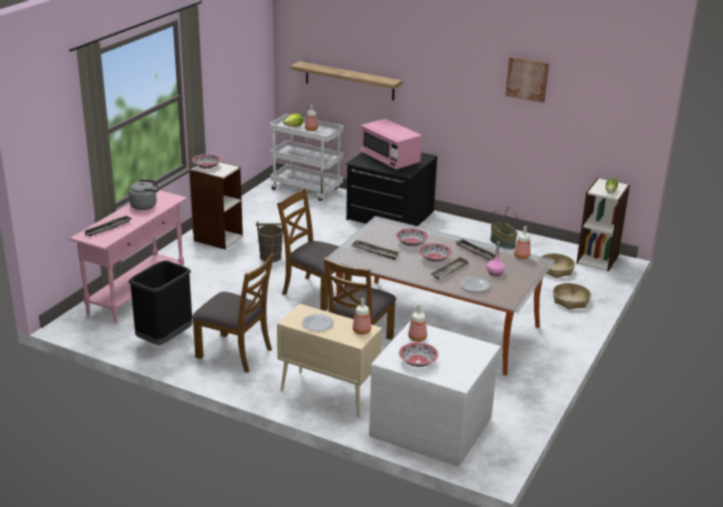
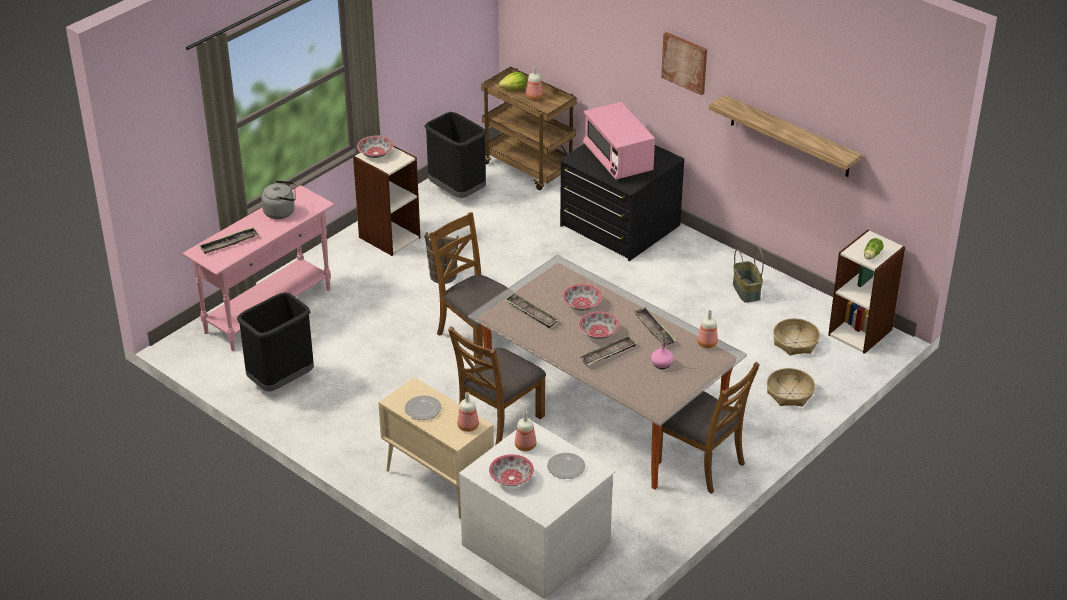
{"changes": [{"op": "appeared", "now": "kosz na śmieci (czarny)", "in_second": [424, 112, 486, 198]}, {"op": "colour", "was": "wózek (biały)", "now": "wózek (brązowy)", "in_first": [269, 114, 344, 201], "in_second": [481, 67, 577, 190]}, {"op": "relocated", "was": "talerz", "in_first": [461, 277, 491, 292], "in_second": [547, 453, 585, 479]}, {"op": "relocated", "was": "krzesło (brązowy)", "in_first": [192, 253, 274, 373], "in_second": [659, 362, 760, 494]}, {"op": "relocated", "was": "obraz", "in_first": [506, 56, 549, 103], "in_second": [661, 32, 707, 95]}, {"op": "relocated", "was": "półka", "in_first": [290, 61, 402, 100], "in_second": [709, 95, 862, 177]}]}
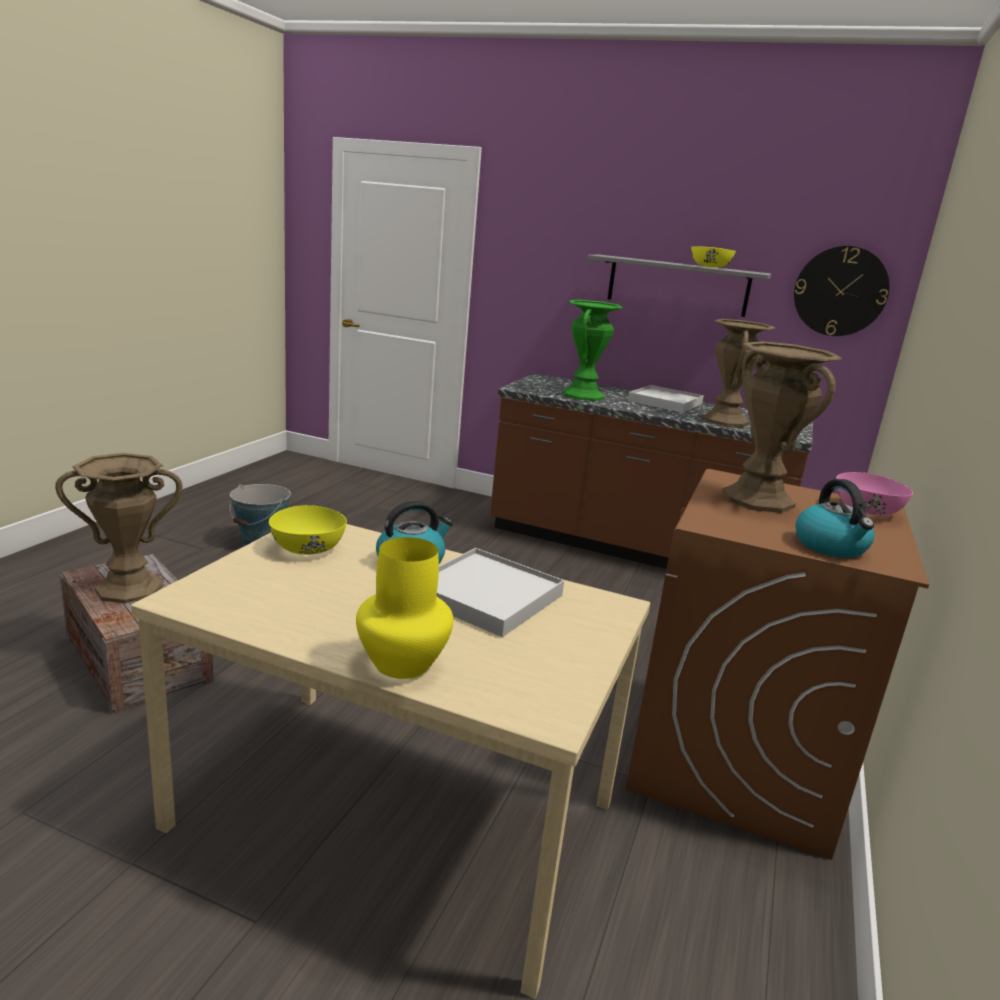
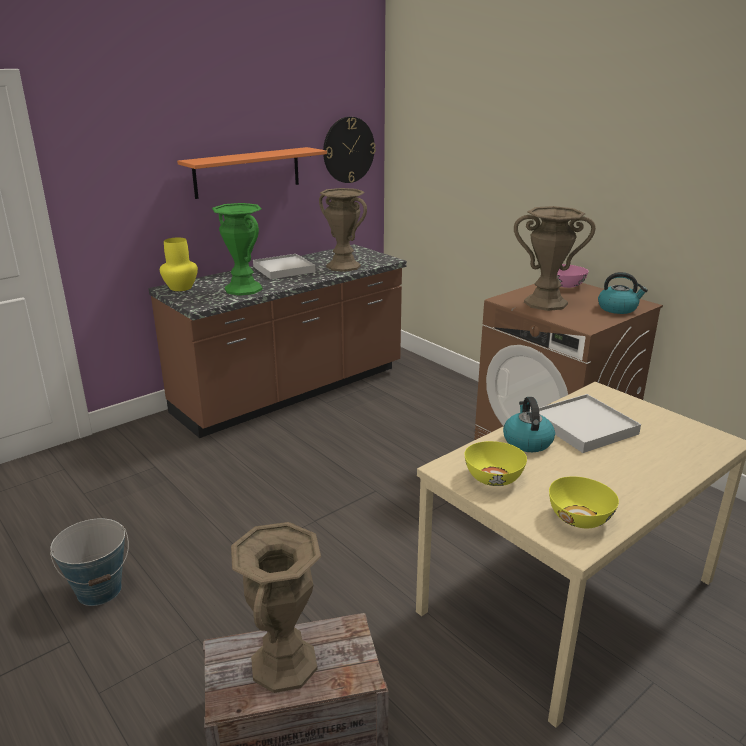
{"changes": [{"op": "relocated", "was": "wazon (żółty)", "in_first": [356, 537, 453, 679], "in_second": [160, 238, 198, 291]}, {"op": "colour", "was": "półka (szary)", "now": "półka (pomarańczowy)", "in_first": [588, 255, 771, 317], "in_second": [177, 147, 327, 199]}, {"op": "relocated", "was": "miska (żółty)", "in_first": [691, 246, 736, 268], "in_second": [549, 476, 619, 528]}]}
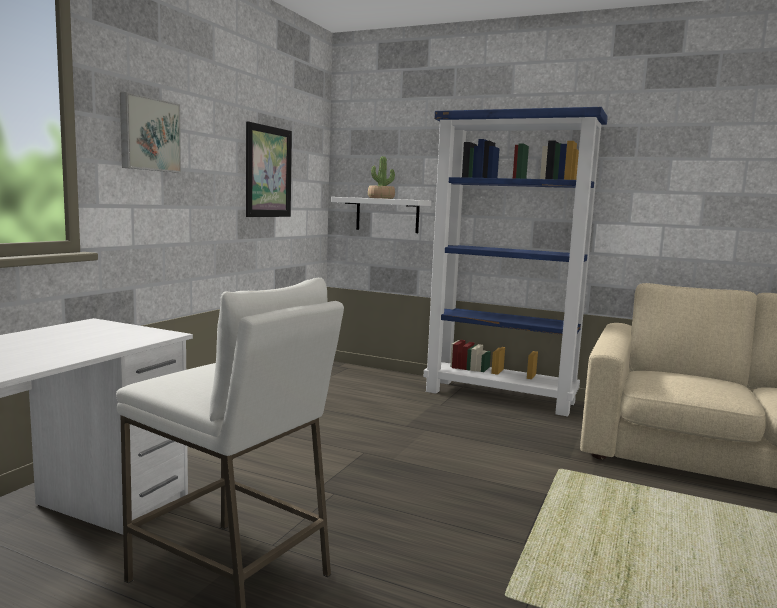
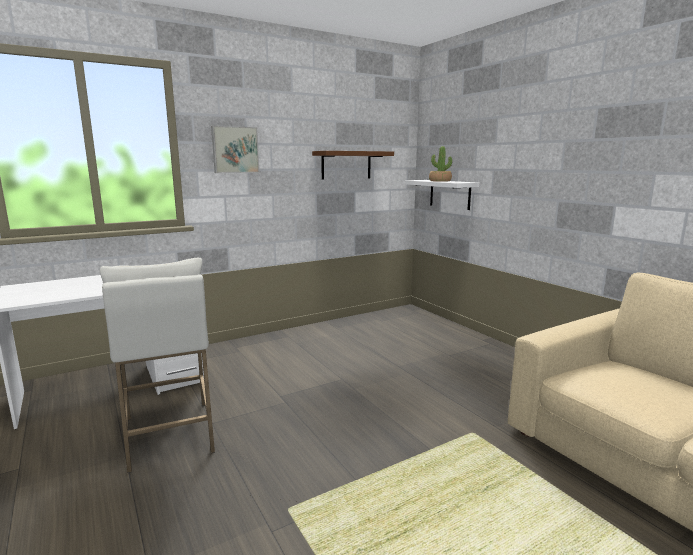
{"changes": [{"op": "exchanged", "was": "obraz", "now": "półka (brązowy)", "in_first": [246, 121, 292, 217], "in_second": [312, 151, 394, 179]}, {"op": "missing", "was": "regał (niebieski)", "in_first": [424, 107, 608, 416]}]}
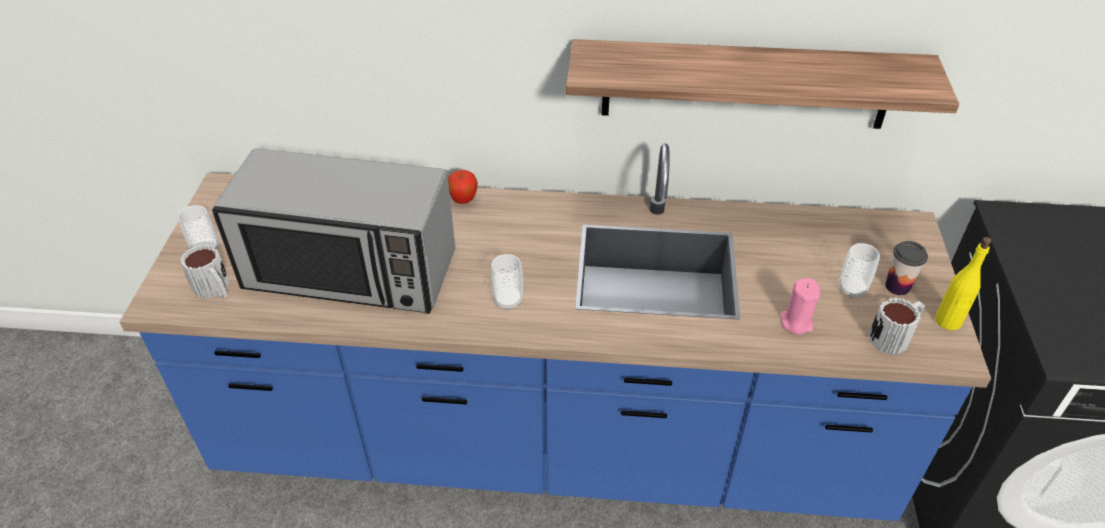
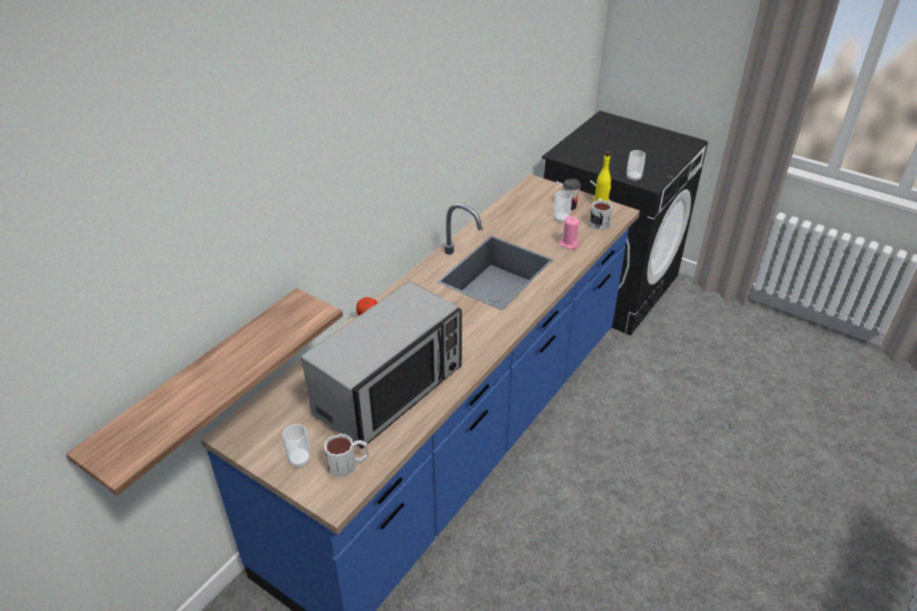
{"changes": [{"op": "relocated", "was": "półka", "in_first": [566, 39, 959, 129], "in_second": [66, 288, 343, 496]}, {"op": "relocated", "was": "filiżanka", "in_first": [491, 254, 523, 310], "in_second": [626, 150, 645, 181]}]}
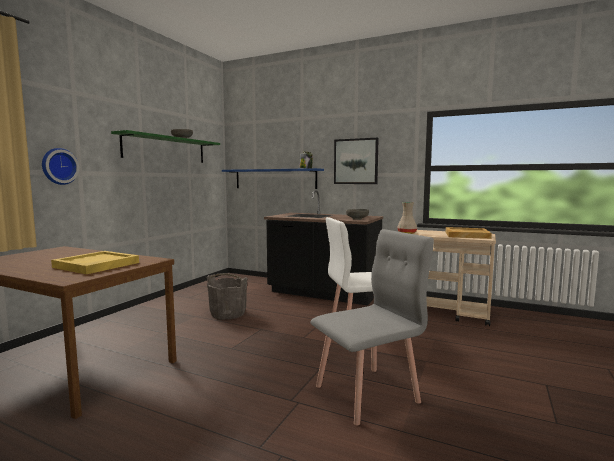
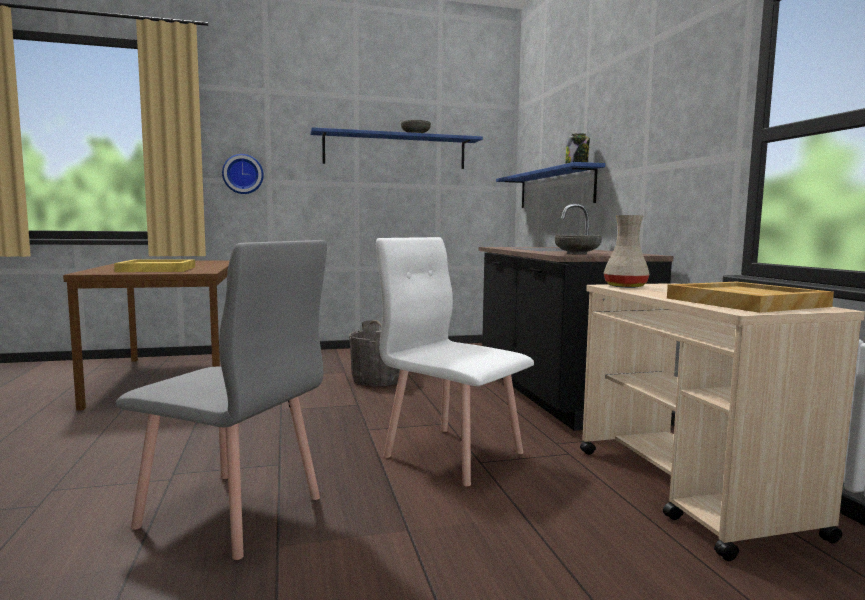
{"changes": [{"op": "colour", "was": "półka (zielony)", "now": "półka (niebieski)", "in_first": [111, 130, 220, 163], "in_second": [310, 127, 483, 169]}, {"op": "missing", "was": "obraz", "in_first": [334, 138, 379, 184]}]}
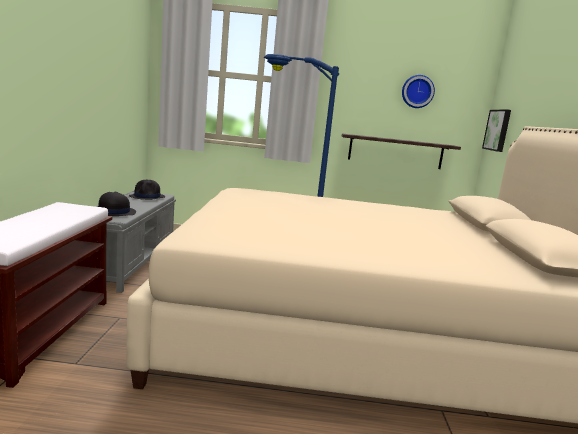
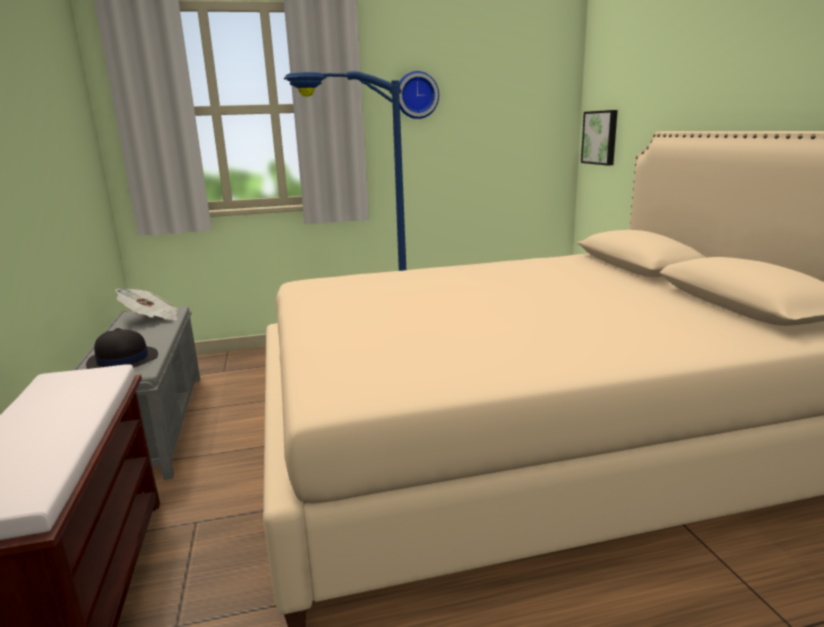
{"changes": [{"op": "exchanged", "was": "kapelusz (czarny)", "now": "gazeta", "in_first": [129, 180, 165, 200], "in_second": [115, 289, 178, 320]}, {"op": "relocated", "was": "zegar ścienny", "in_first": [402, 75, 435, 108], "in_second": [399, 71, 439, 119]}, {"op": "missing", "was": "półka", "in_first": [342, 134, 461, 169]}]}
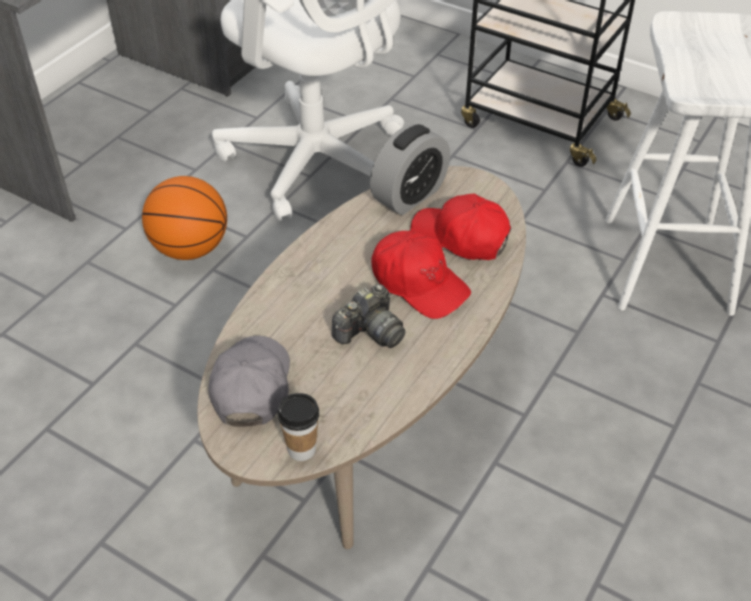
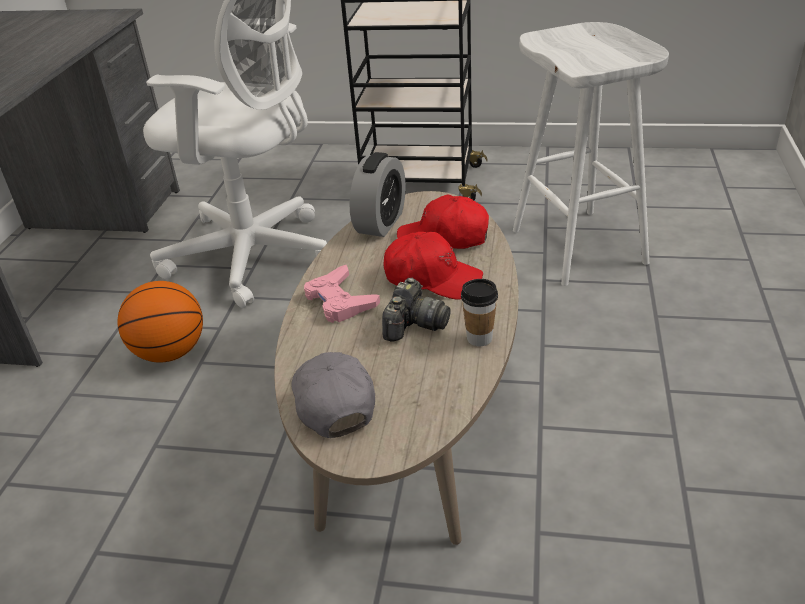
{"changes": [{"op": "appeared", "now": "pad do gier (różowy)", "in_second": [304, 265, 380, 323]}, {"op": "relocated", "was": "filiżanka", "in_first": [278, 393, 319, 461], "in_second": [461, 279, 498, 346]}]}
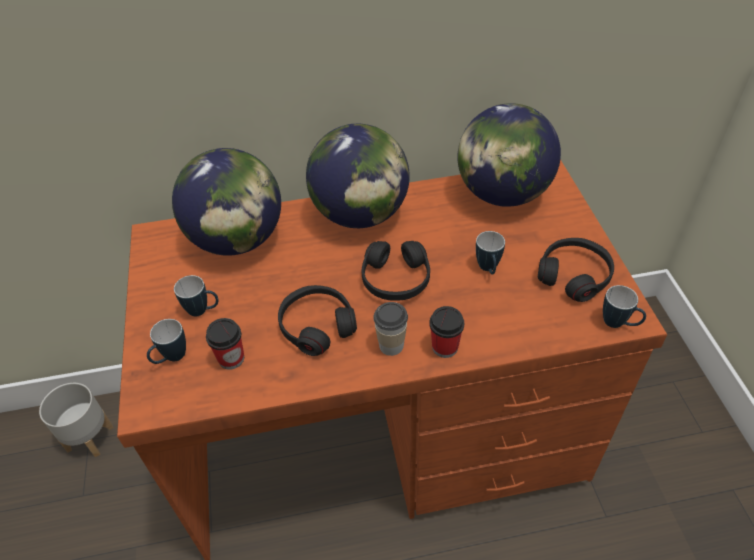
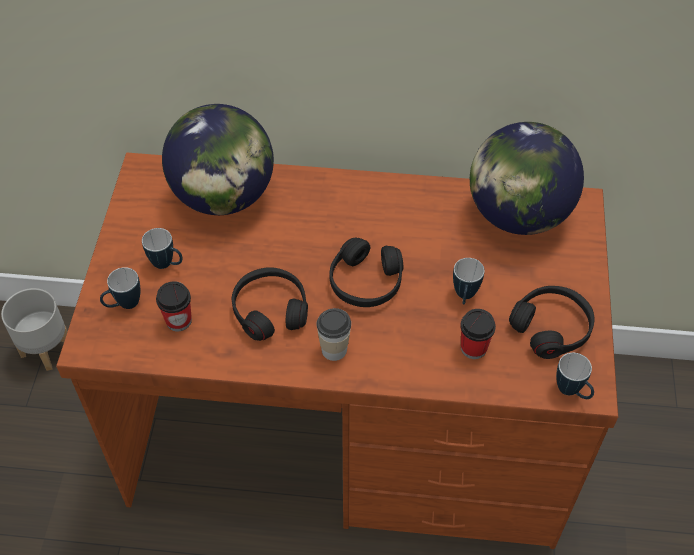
{"changes": [{"op": "relocated", "was": "filiżanka", "in_first": [429, 306, 464, 358], "in_second": [460, 309, 496, 359]}, {"op": "missing", "was": "globus", "in_first": [306, 124, 410, 228]}]}
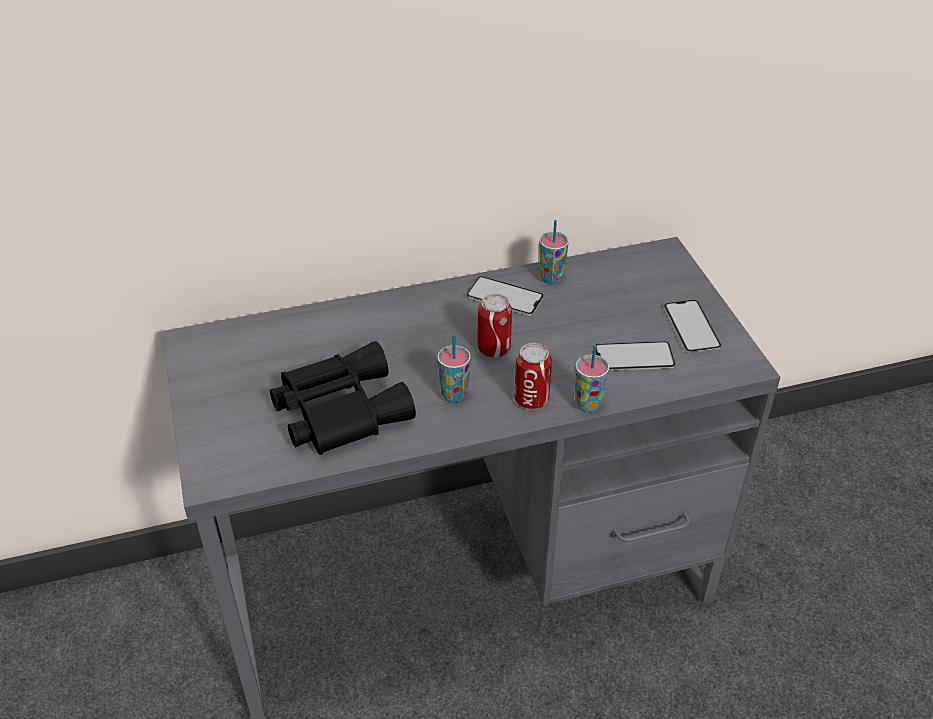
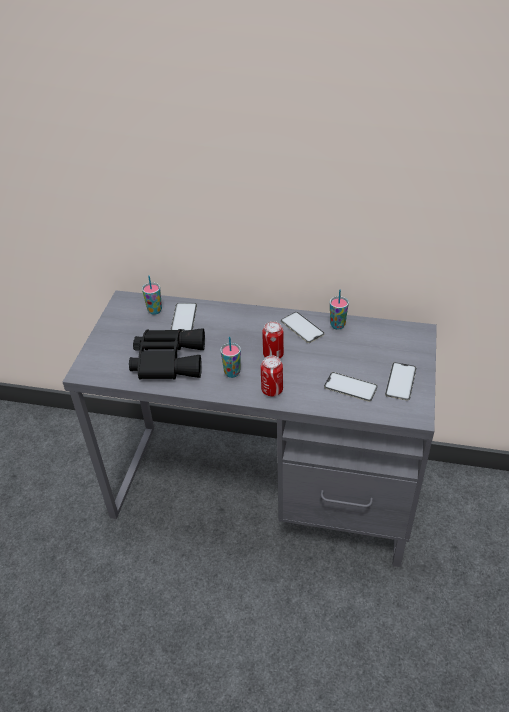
{"changes": [{"op": "relocated", "was": "filiżanka", "in_first": [575, 345, 609, 413], "in_second": [142, 276, 162, 315]}, {"op": "appeared", "now": "telefon", "in_second": [171, 303, 197, 332]}]}
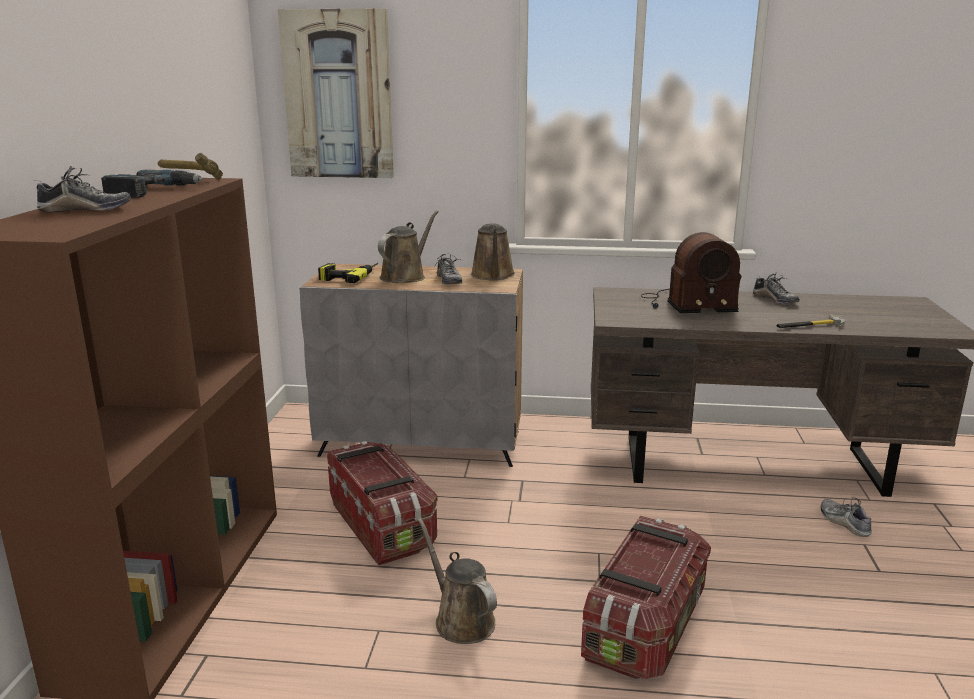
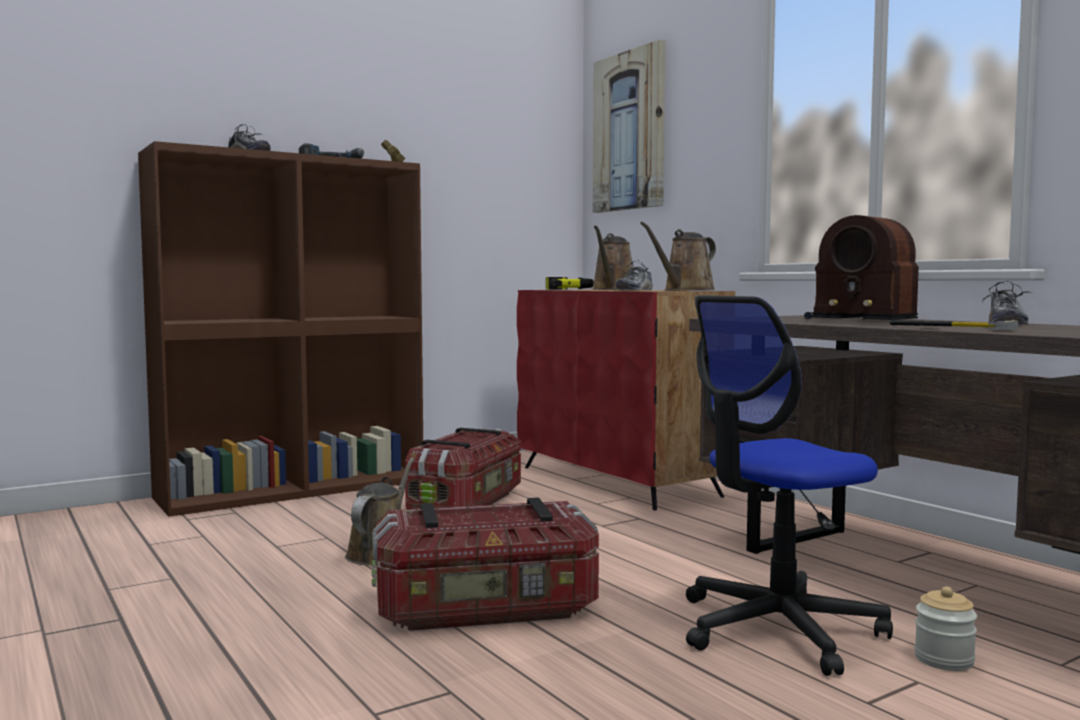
{"changes": [{"op": "colour", "was": "szafka (szary)", "now": "szafka (czerwony)", "in_first": [299, 264, 523, 467], "in_second": [517, 290, 735, 510]}, {"op": "spun", "was": "konewka (brązowy)", "in_first": [378, 210, 439, 283], "in_second": [592, 226, 633, 290], "clockwise": 120}, {"op": "appeared", "now": "krzesło biurowe", "in_second": [686, 295, 893, 676]}, {"op": "exchanged", "was": "but", "now": "słoik", "in_first": [821, 497, 872, 537], "in_second": [914, 586, 977, 671]}]}
